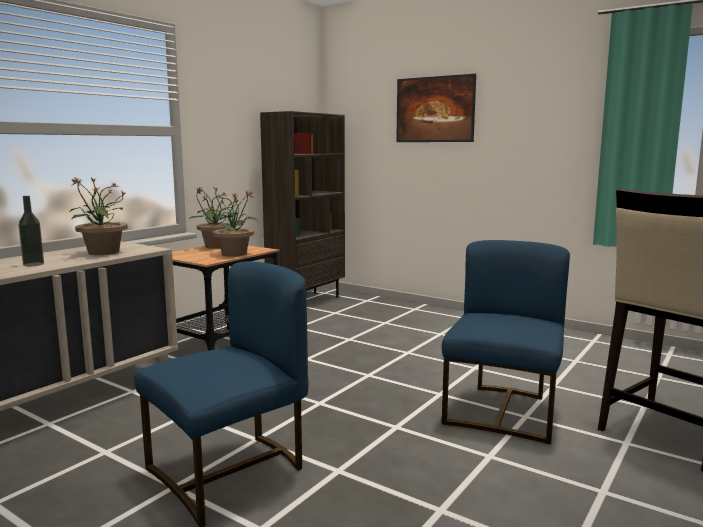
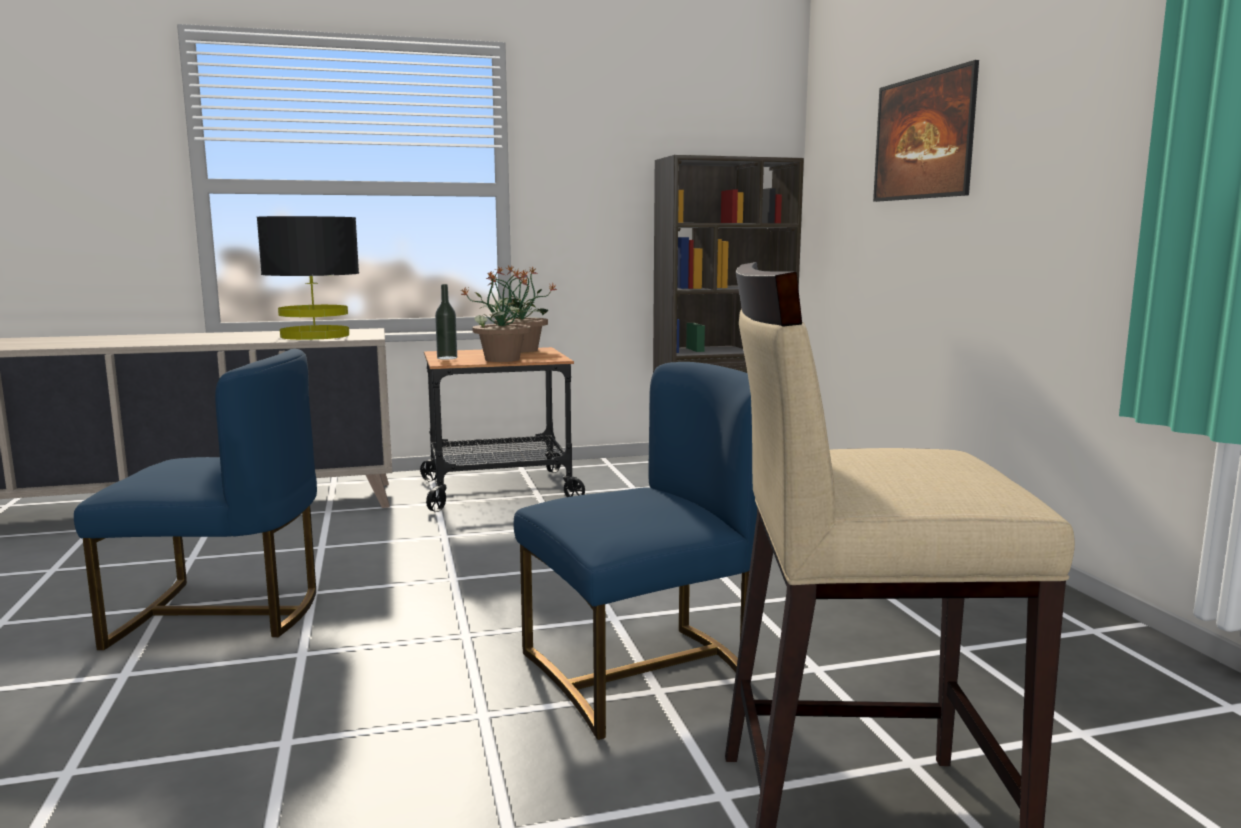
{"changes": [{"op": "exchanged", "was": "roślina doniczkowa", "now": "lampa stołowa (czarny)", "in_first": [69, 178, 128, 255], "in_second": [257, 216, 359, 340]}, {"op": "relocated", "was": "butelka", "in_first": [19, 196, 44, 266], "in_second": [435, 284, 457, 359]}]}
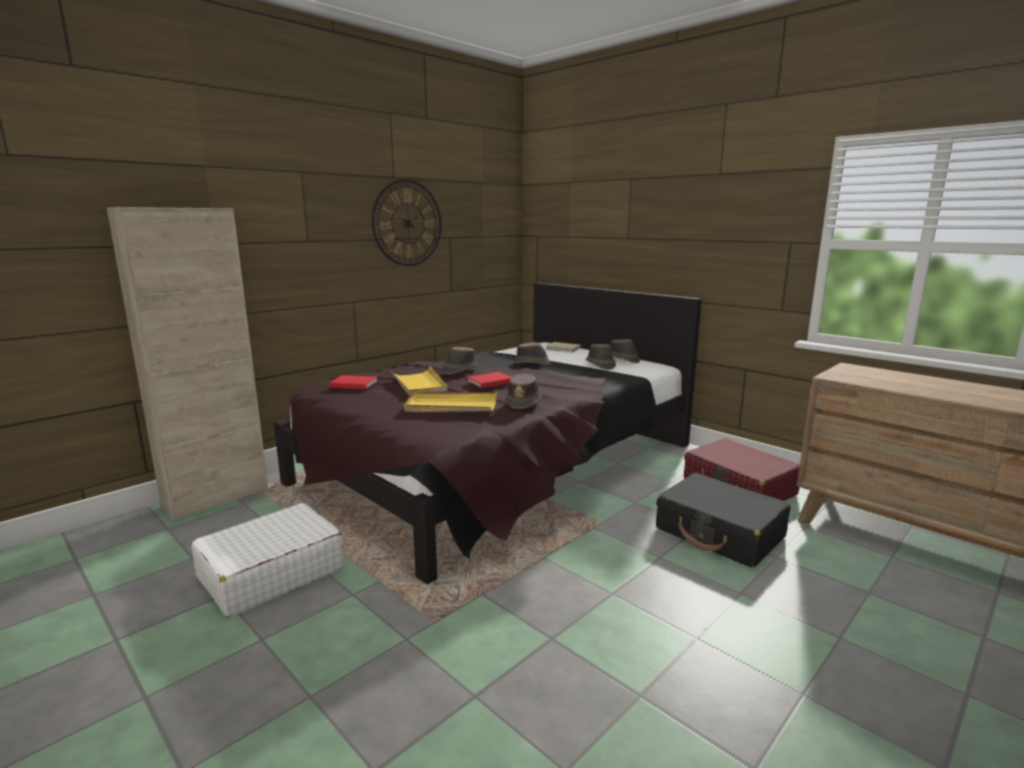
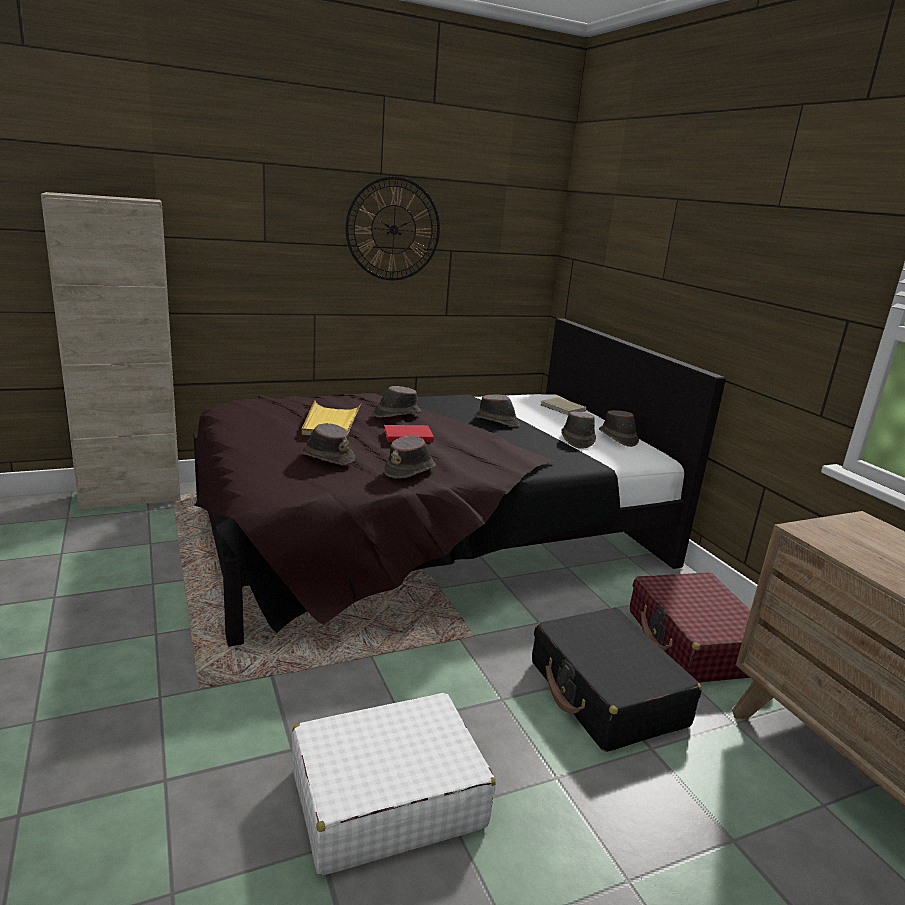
{"changes": [{"op": "relocated", "was": "walizka (biały)", "in_first": [191, 503, 344, 618], "in_second": [292, 693, 496, 876]}, {"op": "exchanged", "was": "taca (żółty)", "now": "kapelusz (brązowy)", "in_first": [404, 392, 497, 412], "in_second": [301, 423, 355, 465]}, {"op": "missing", "was": "książka (czerwony)", "in_first": [329, 375, 378, 389]}]}
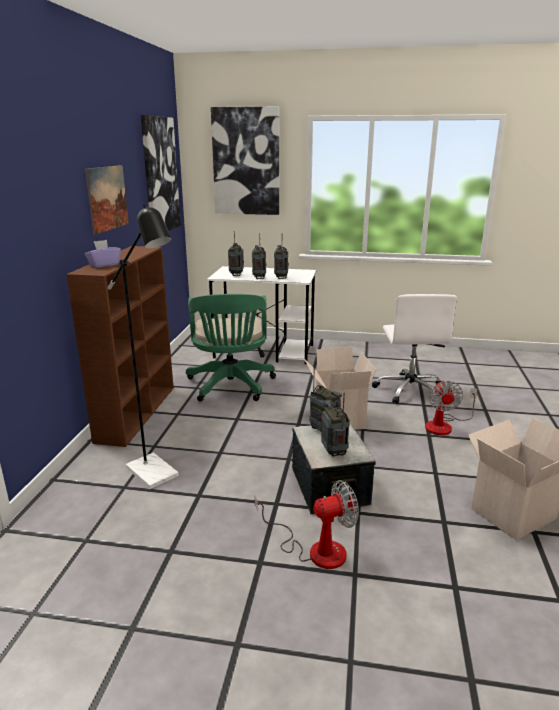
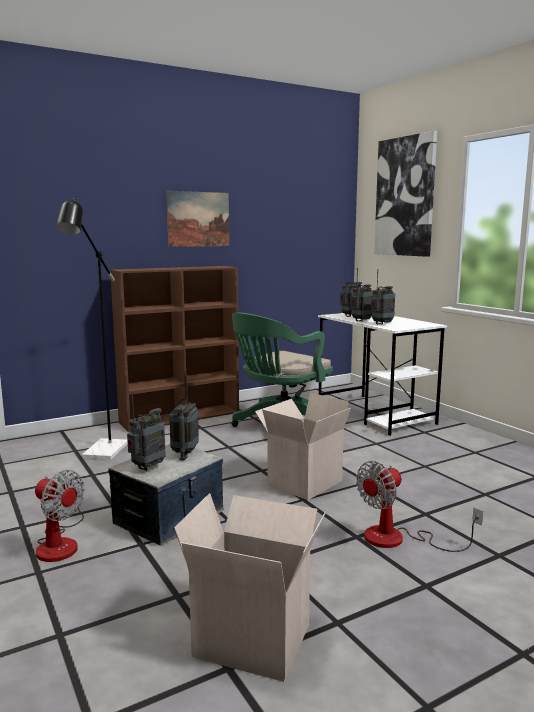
{"changes": [{"op": "missing", "was": "pudełko chusteczek (fioletowy)", "in_first": [85, 240, 121, 268]}, {"op": "missing", "was": "obraz", "in_first": [141, 115, 181, 231]}, {"op": "missing", "was": "krzesło biurowe (biały)", "in_first": [372, 294, 457, 404]}]}
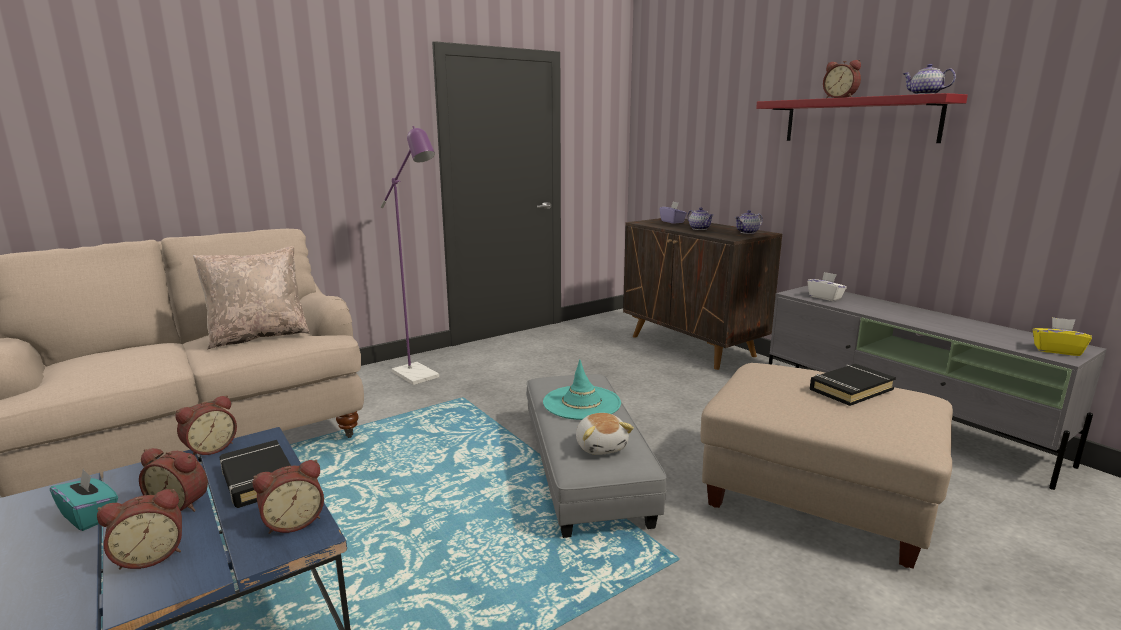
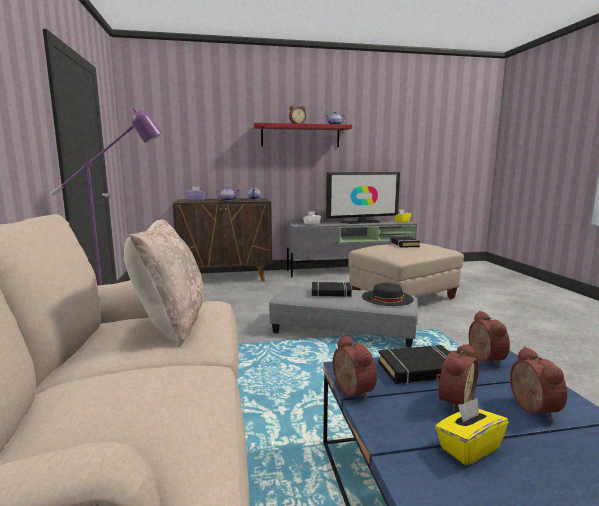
{"changes": [{"op": "exchanged", "was": "kapelusz (turkusowy)", "now": "książka (czarny)", "in_first": [543, 359, 621, 420], "in_second": [312, 282, 352, 297]}, {"op": "appeared", "now": "telewizor", "in_second": [326, 172, 400, 224]}, {"op": "exchanged", "was": "pluszak", "now": "kapelusz (czarny)", "in_first": [576, 413, 634, 455], "in_second": [362, 283, 414, 306]}, {"op": "colour", "was": "pudełko chusteczek (turkusowy)", "now": "pudełko chusteczek (żółty)", "in_first": [50, 469, 118, 531], "in_second": [435, 398, 508, 465]}]}
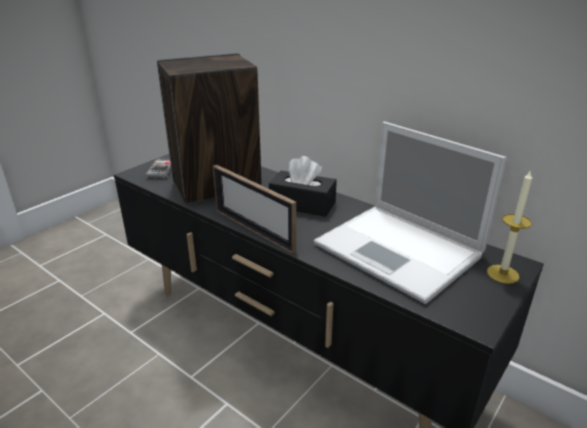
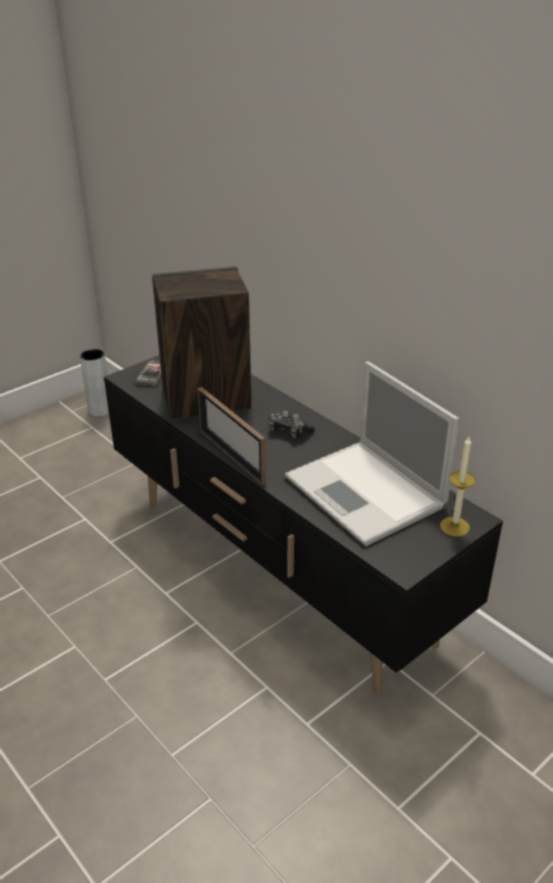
{"changes": [{"op": "appeared", "now": "wazon (szary)", "in_second": [80, 349, 109, 417]}, {"op": "exchanged", "was": "pudełko chusteczek (czarny)", "now": "pad do gier", "in_first": [269, 156, 337, 217], "in_second": [269, 411, 315, 438]}]}
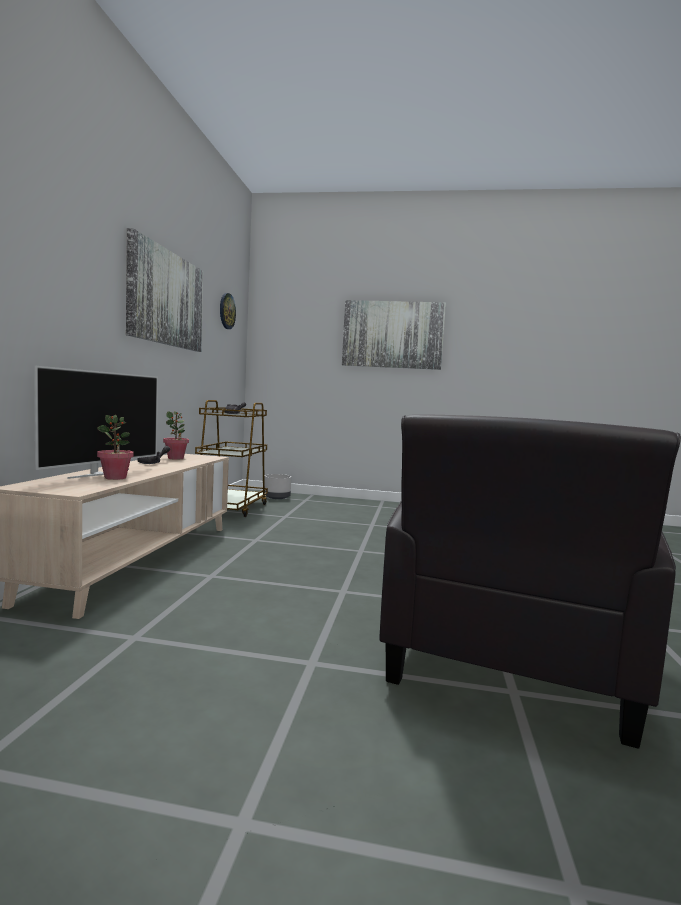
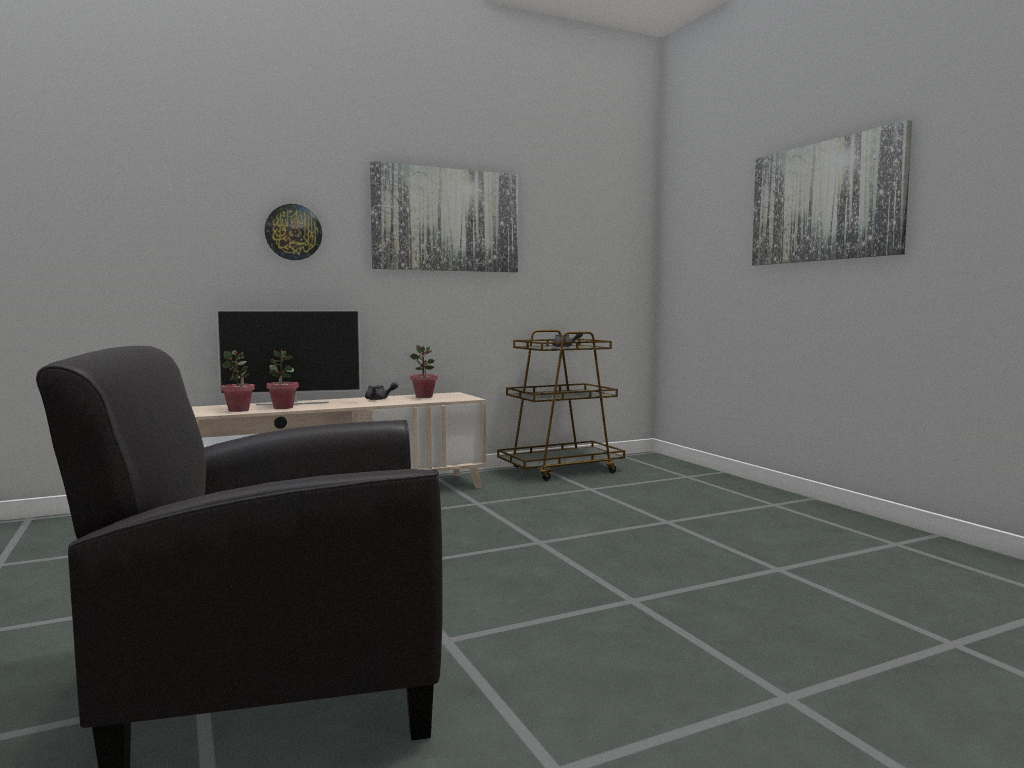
{"changes": [{"op": "appeared", "now": "roślina doniczkowa", "in_second": [221, 350, 255, 412]}, {"op": "relocated", "was": "zegar ścienny", "in_first": [220, 293, 236, 329], "in_second": [265, 204, 322, 260]}, {"op": "missing", "was": "donica (szary)", "in_first": [264, 474, 291, 499]}]}
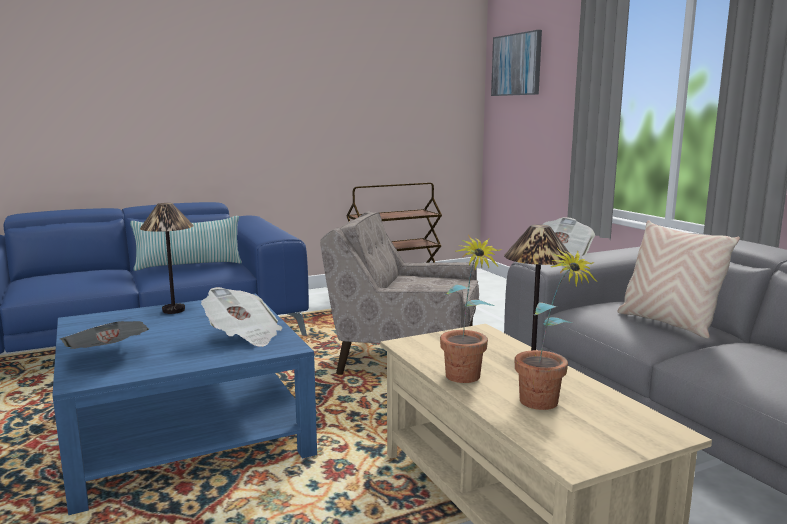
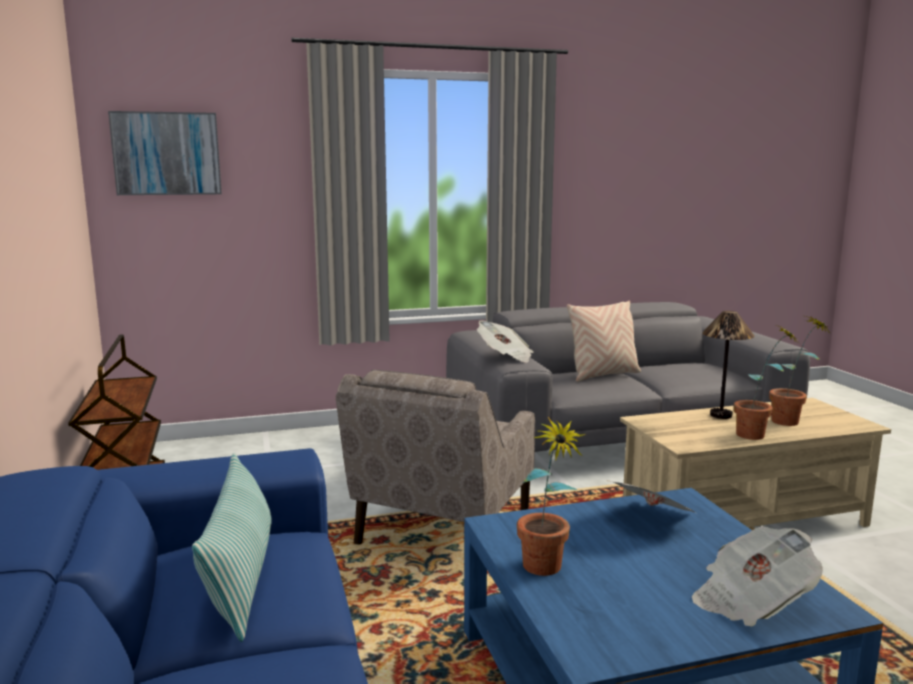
{"changes": [{"op": "exchanged", "was": "lampa stołowa", "now": "roślina doniczkowa", "in_first": [140, 203, 194, 314], "in_second": [517, 417, 585, 576]}]}
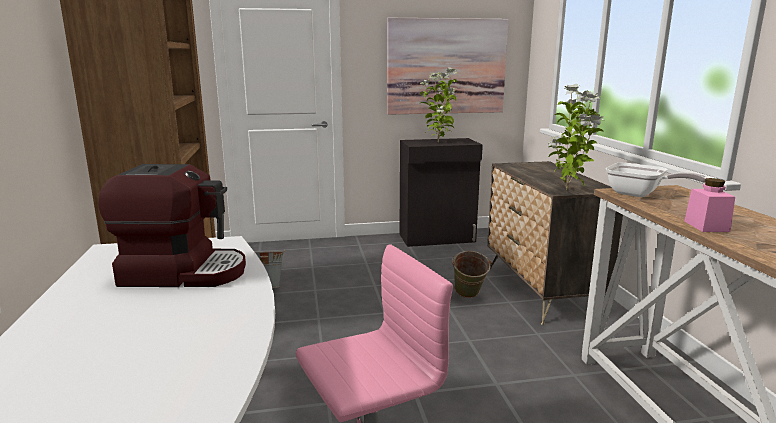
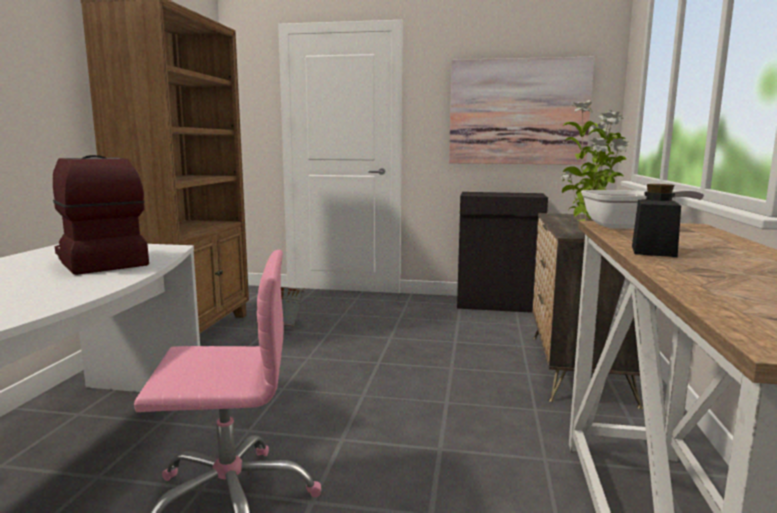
{"changes": [{"op": "spun", "was": "ekspres do kawy", "in_first": [99, 164, 246, 287], "in_second": [53, 155, 149, 275], "clockwise": -150}, {"op": "spun", "was": "patelnia", "in_first": [606, 162, 707, 197], "in_second": [581, 190, 704, 229], "clockwise": -60}, {"op": "colour", "was": "słoik (różowy)", "now": "słoik (czarny)", "in_first": [684, 178, 735, 232], "in_second": [632, 184, 681, 257]}, {"op": "missing", "was": "roślina doniczkowa", "in_first": [420, 67, 457, 142]}, {"op": "missing", "was": "wiadro (zielony)", "in_first": [452, 251, 492, 298]}]}
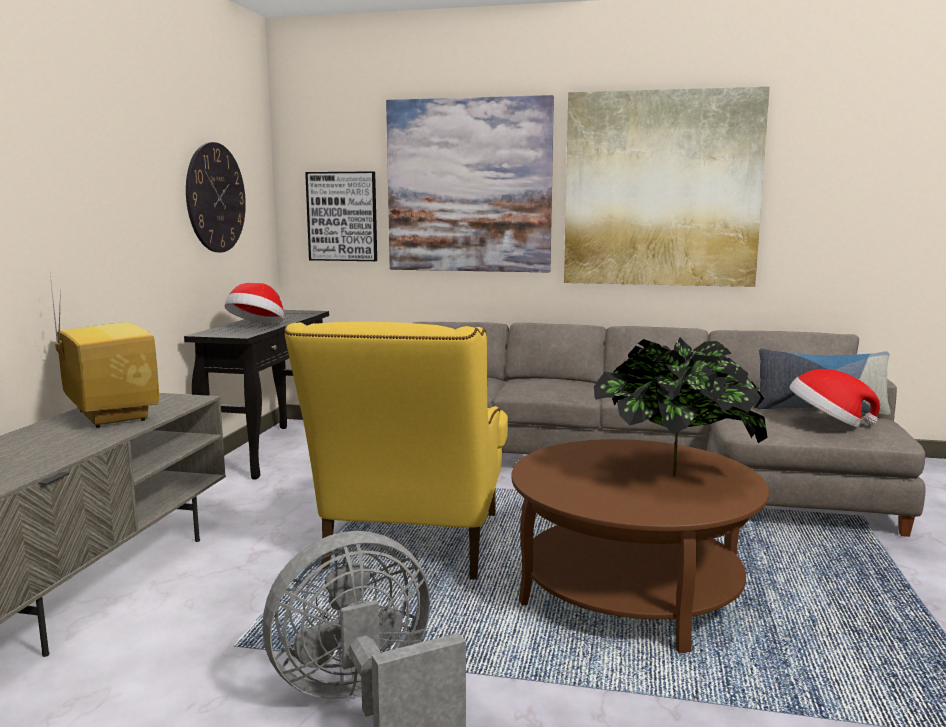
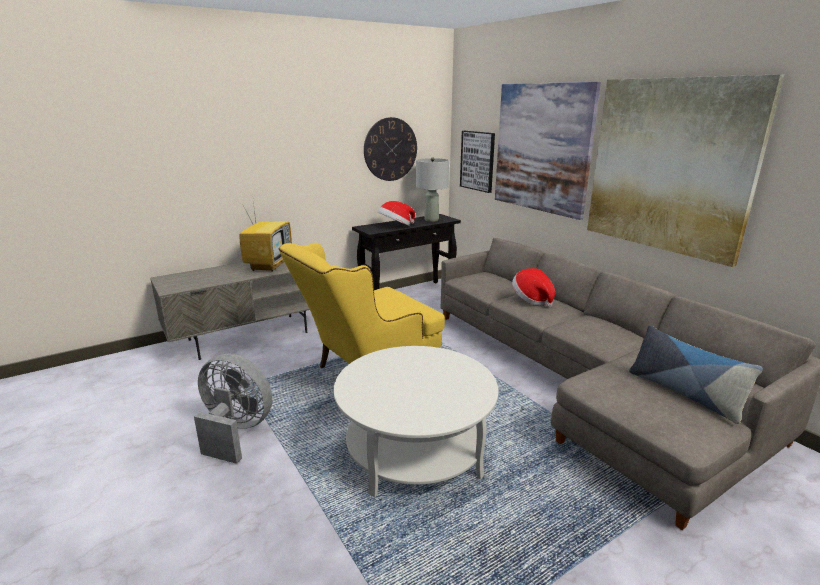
{"changes": [{"op": "colour", "was": "ława (brązowy)", "now": "ława (biały)", "in_first": [511, 439, 769, 653], "in_second": [334, 346, 498, 497]}, {"op": "appeared", "now": "lampa stołowa (szary)", "in_second": [416, 158, 449, 222]}, {"op": "relocated", "was": "kapelusz", "in_first": [790, 369, 880, 427], "in_second": [512, 268, 555, 307]}, {"op": "missing", "was": "roślina doniczkowa", "in_first": [594, 337, 768, 477]}]}
